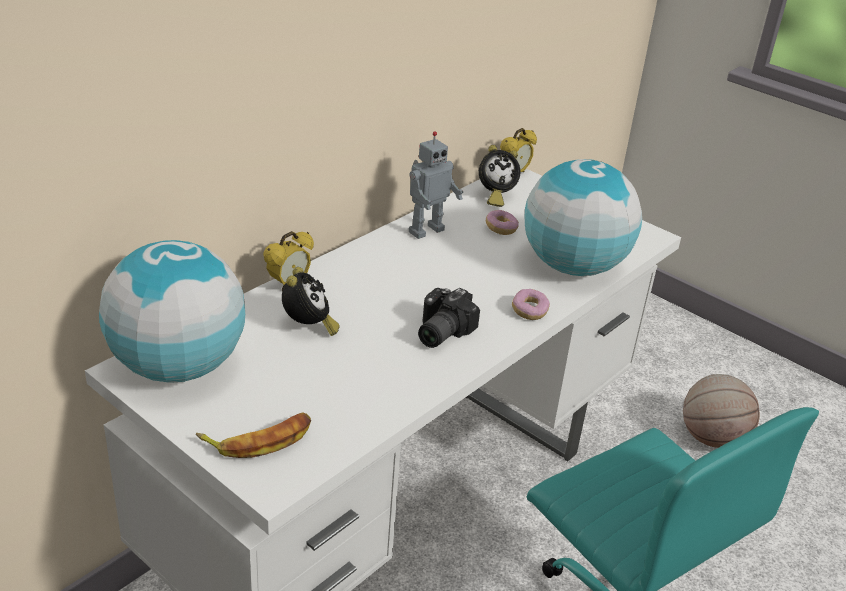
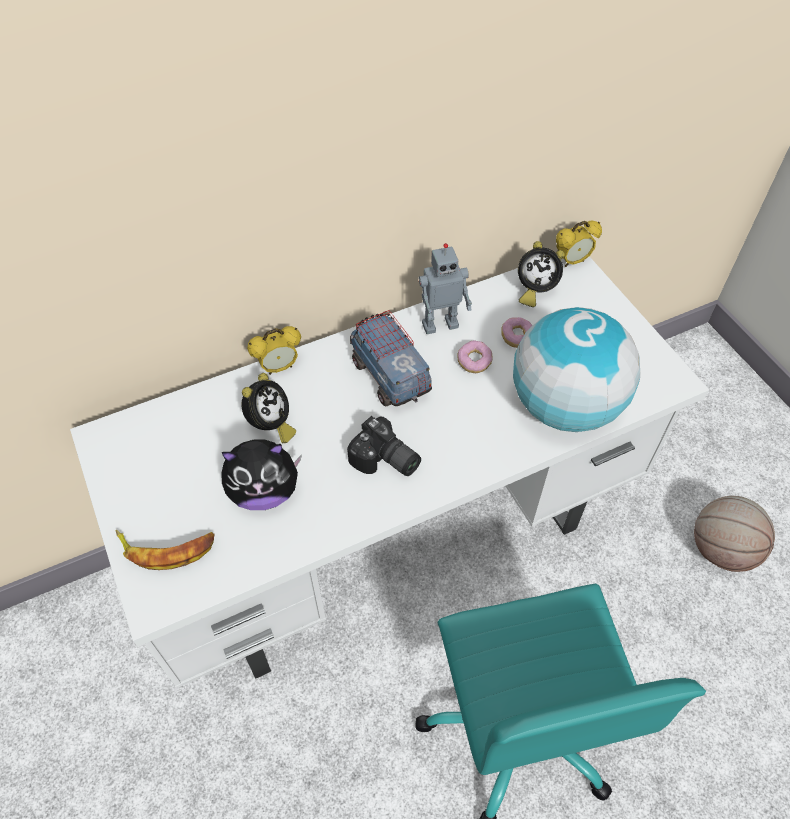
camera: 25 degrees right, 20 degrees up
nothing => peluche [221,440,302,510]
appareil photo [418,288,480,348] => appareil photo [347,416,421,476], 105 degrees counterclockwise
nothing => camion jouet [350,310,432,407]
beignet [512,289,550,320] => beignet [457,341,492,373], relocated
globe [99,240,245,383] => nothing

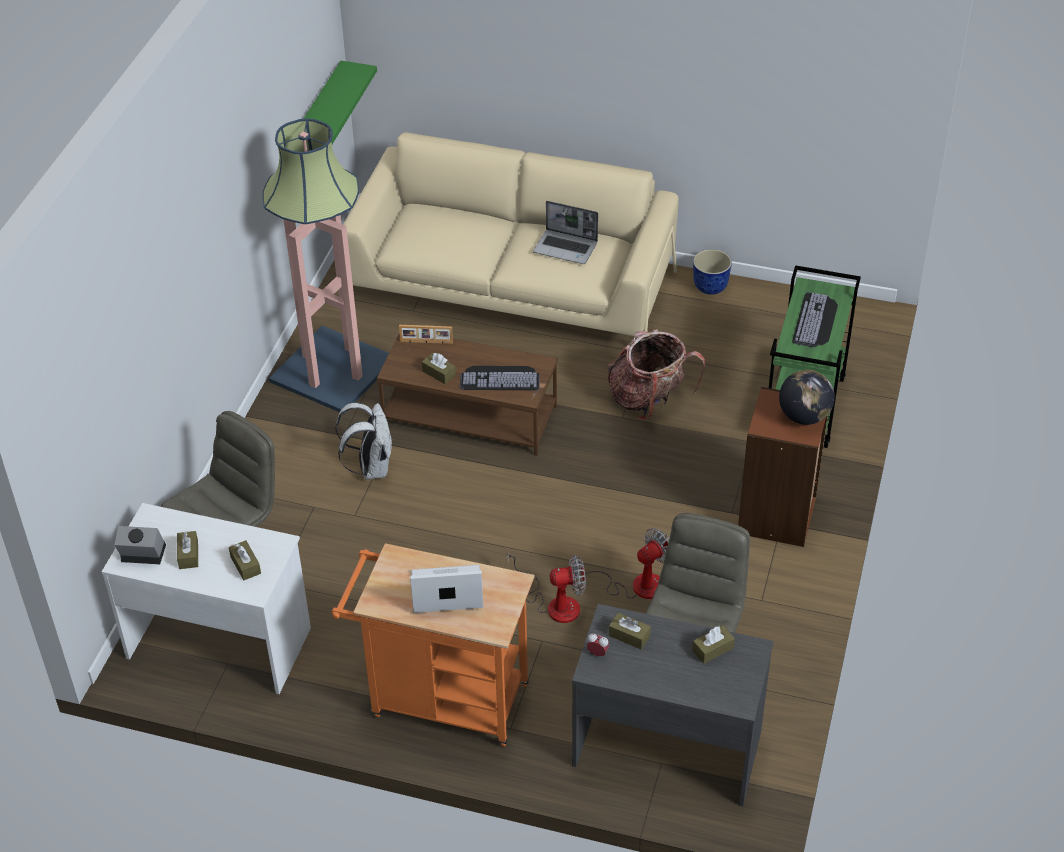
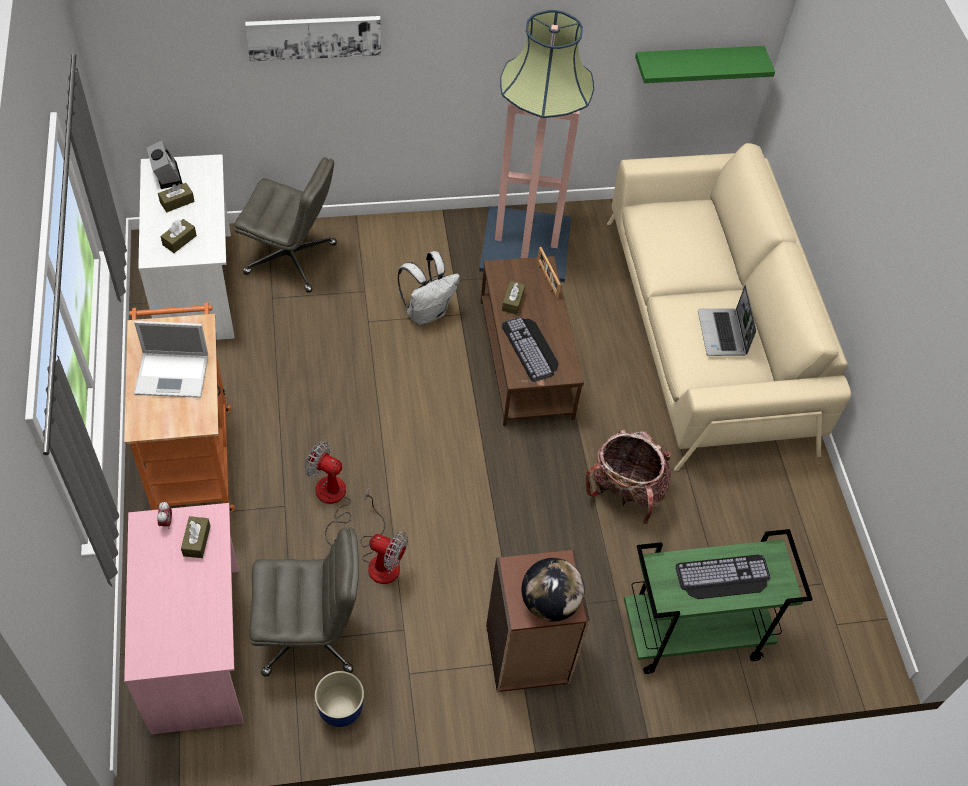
camera: 60 degrees right, 10 degrees up
bureau (gris) [572,604,774,806] => bureau (rose) [124,503,244,734]
ordinateur portable [410,565,483,613] => ordinateur portable [134,321,208,398], 120 degrees clockwise
nothing => tableau [245,16,381,62]
ventilateur [507,548,586,623] => ventilateur [305,441,351,546], 150 degrees clockwise
cache-pot [693,249,732,295] => cache-pot [314,671,364,727], relocated
boîte à mouchoirs (marron) [692,625,735,664] => nothing

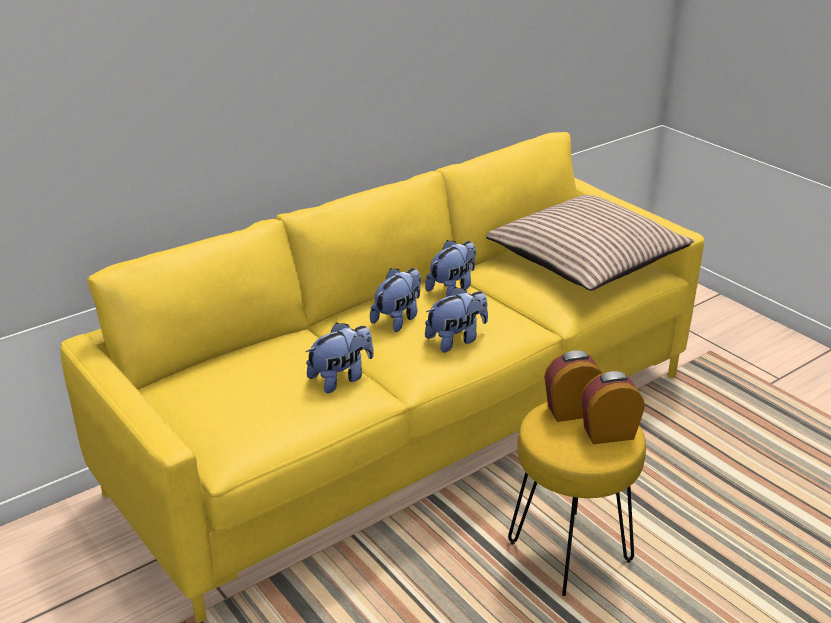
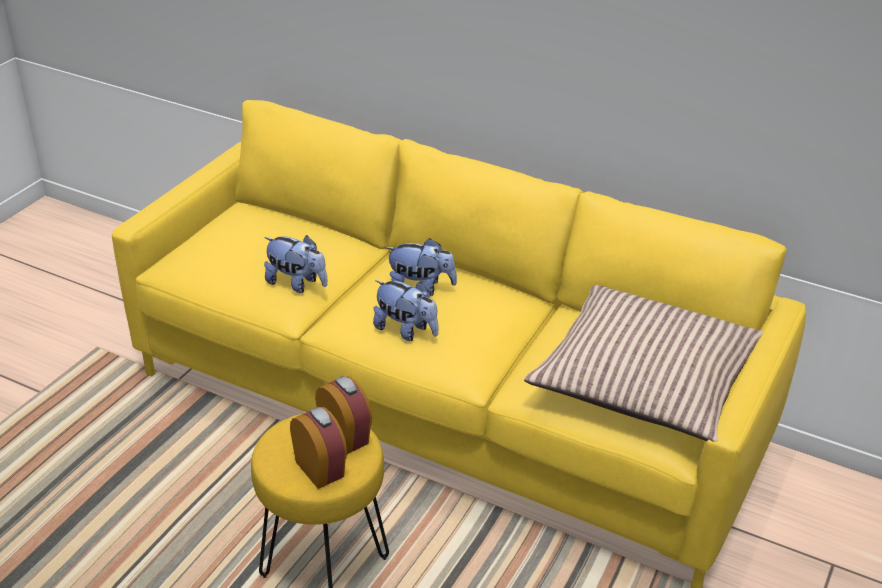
camera: 65 degrees right, 5 degrees up
peluche [425,240,476,297] => nothing

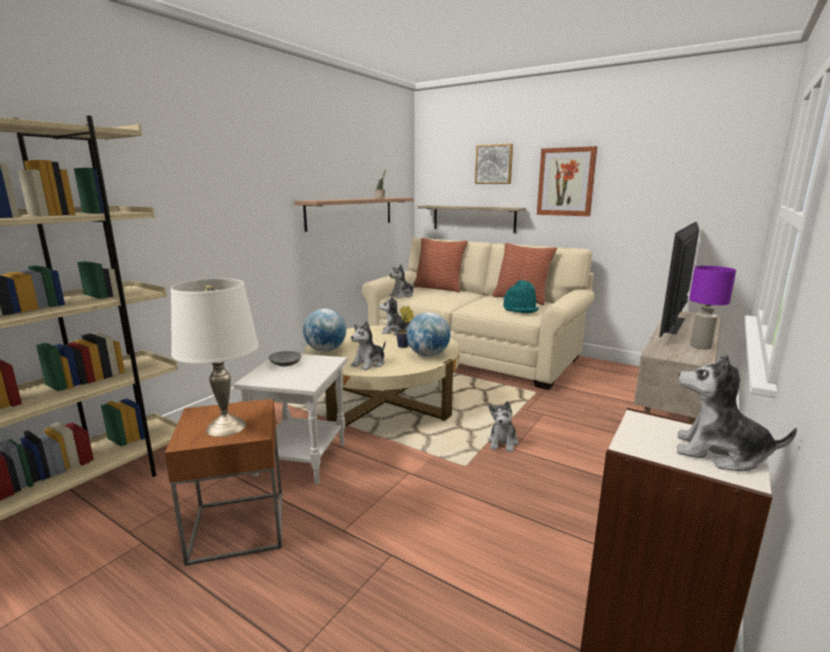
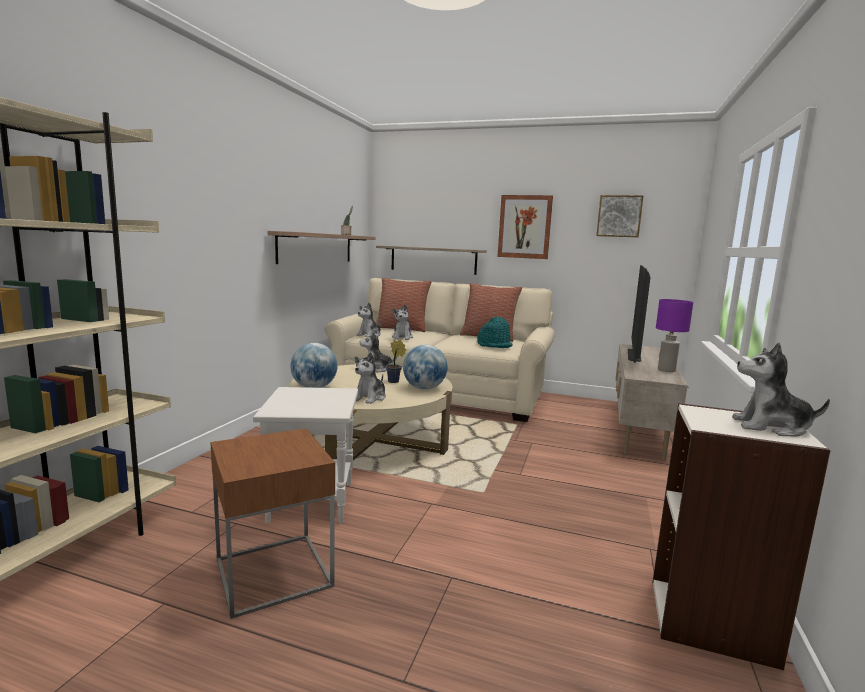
camera: 15 degrees left, 5 degrees down
peluche [488,401,518,452] => peluche [392,304,413,340], relocated
tableau [475,144,513,184] => tableau [596,195,644,237], relocated
lampe de table (blanc) [171,278,259,437] => nothing
bol (gris) [269,351,302,366] => nothing

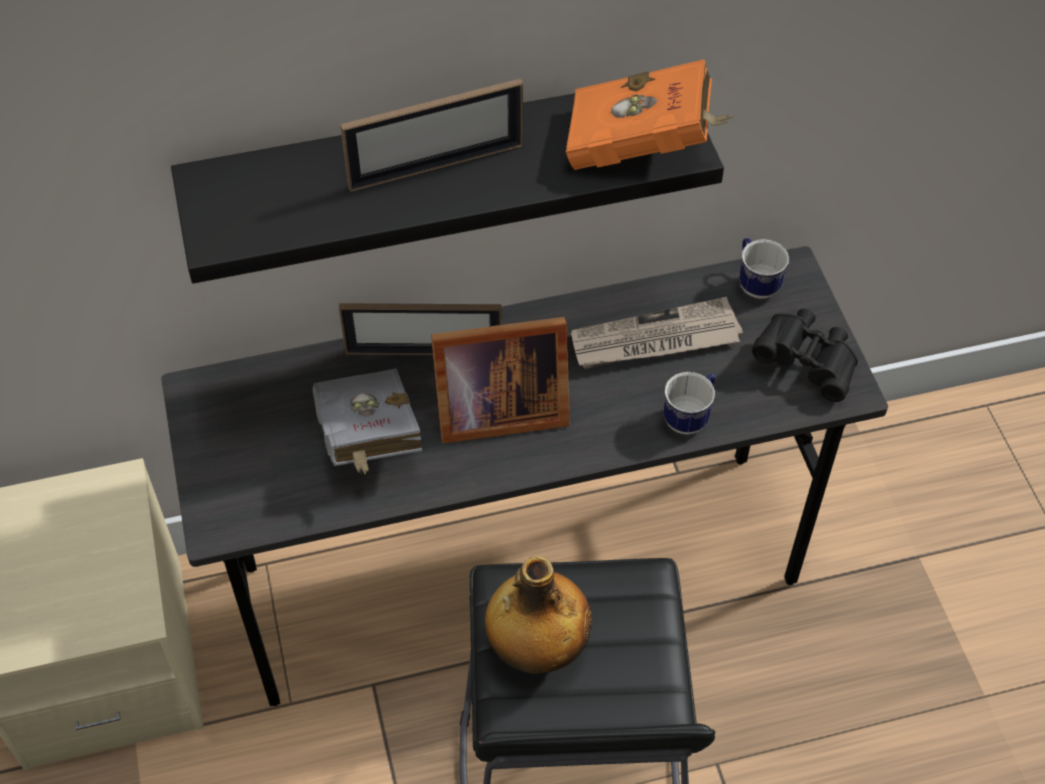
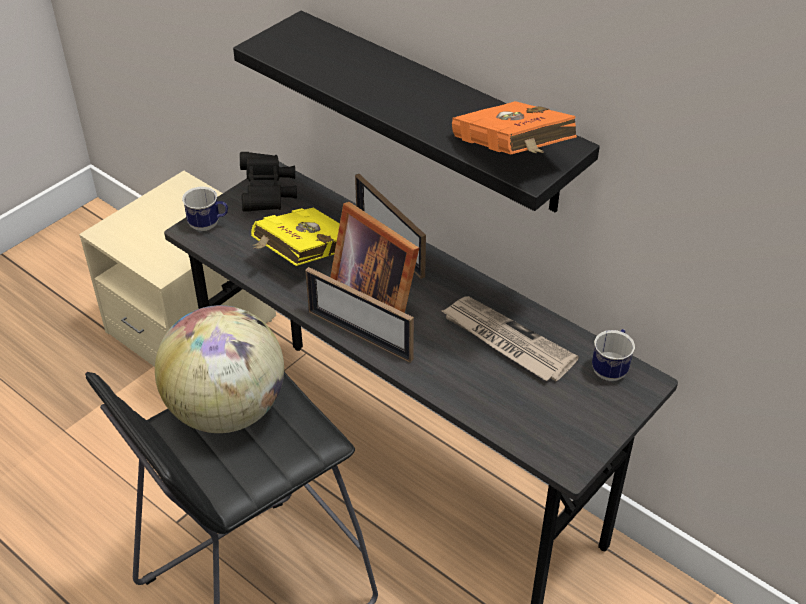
camera: 55 degrees right, 10 degrees down
bouteille [485,556,592,673] => globe [155,305,284,433]
mug [663,372,715,435] => mug [182,186,228,231], relocated
jumelles (noir) [752,309,858,402] => jumelles (noir) [240,152,297,212], relocated
livre (gris) [313,368,422,475] => livre (jaune) [251,208,340,266]
cadre photo [340,79,523,192] => cadre photo [305,267,414,363], relocated

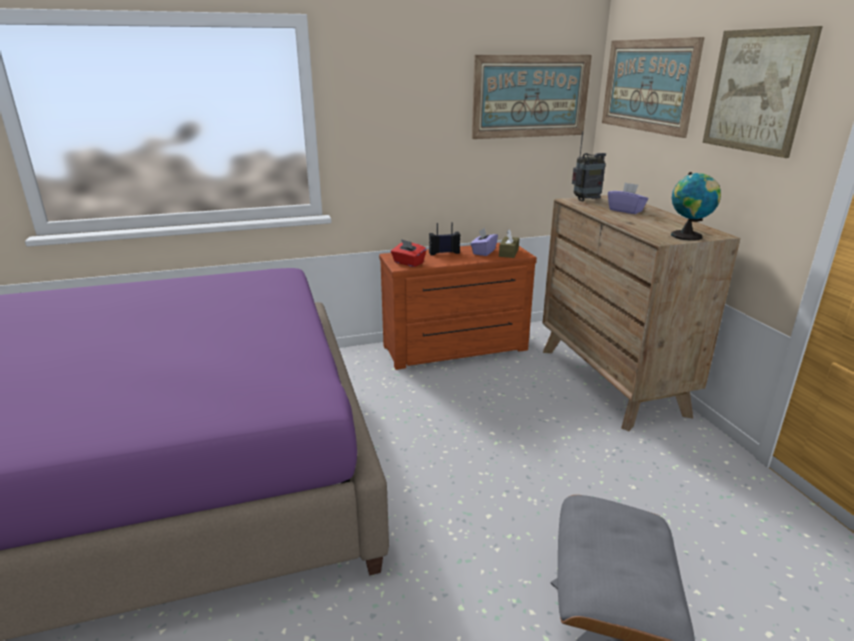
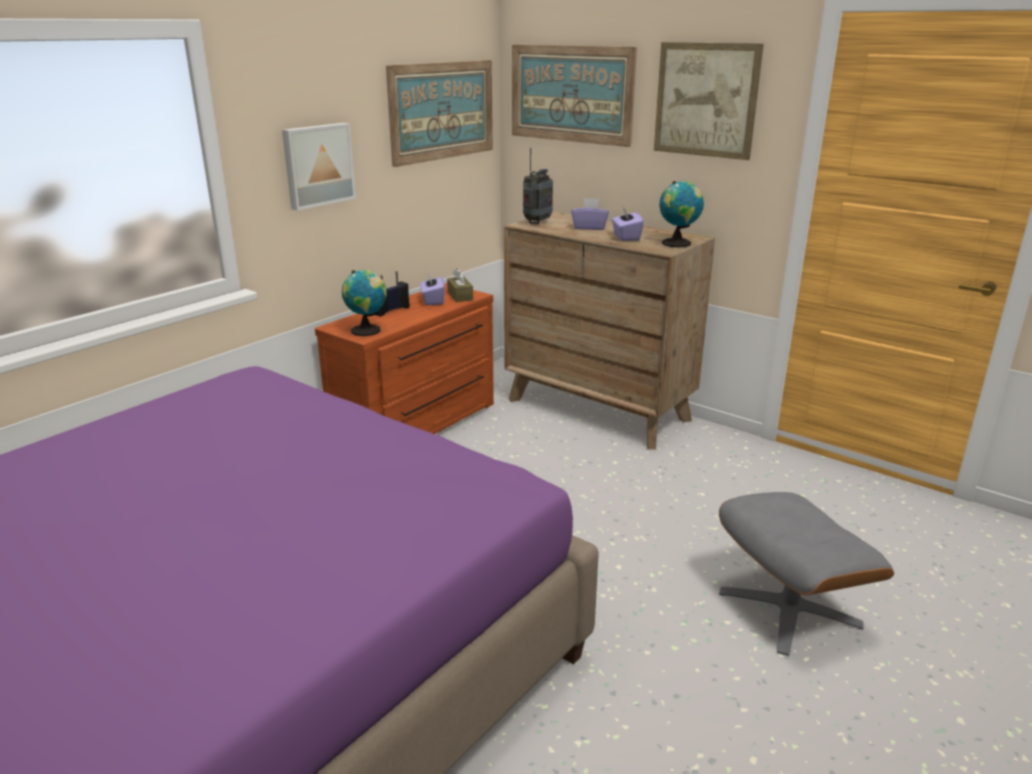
camera: 35 degrees left, 0 degrees up
nothing => tableau [282,123,356,211]
boîte à mouchoirs (rouge) [391,239,426,267] => globe [342,270,387,336]
nothing => boîte à mouchoirs (violet) [612,207,644,241]

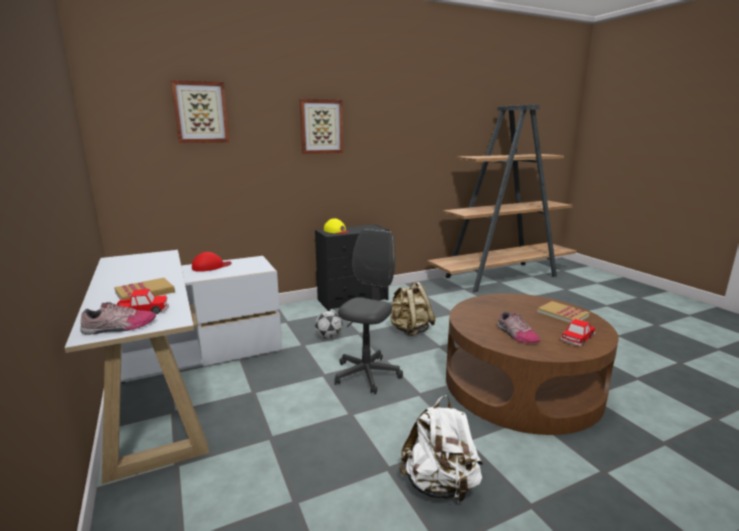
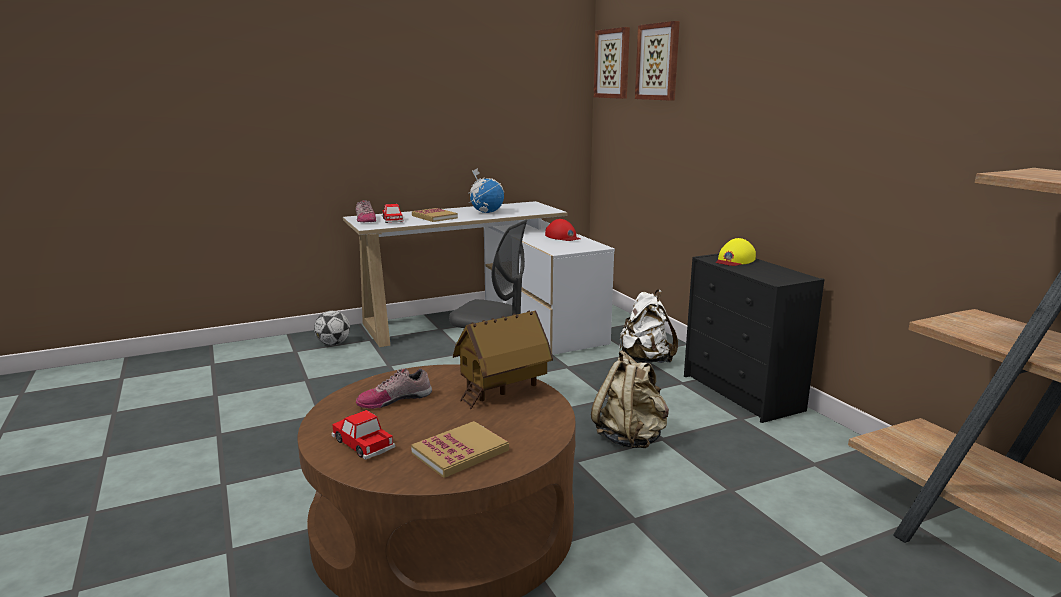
camera: 90 degrees right, 0 degrees up
ballon de foot [315,311,343,339] => ballon de foot [314,311,350,345], relocated
nothing => maison miniature [453,311,553,409]
nothing => globe [468,168,504,213]
tableau [299,99,343,154] => tableau [594,27,630,99], relocated
sac à dos (blanc) [399,395,483,503] => sac à dos (blanc) [619,290,678,363], relocated

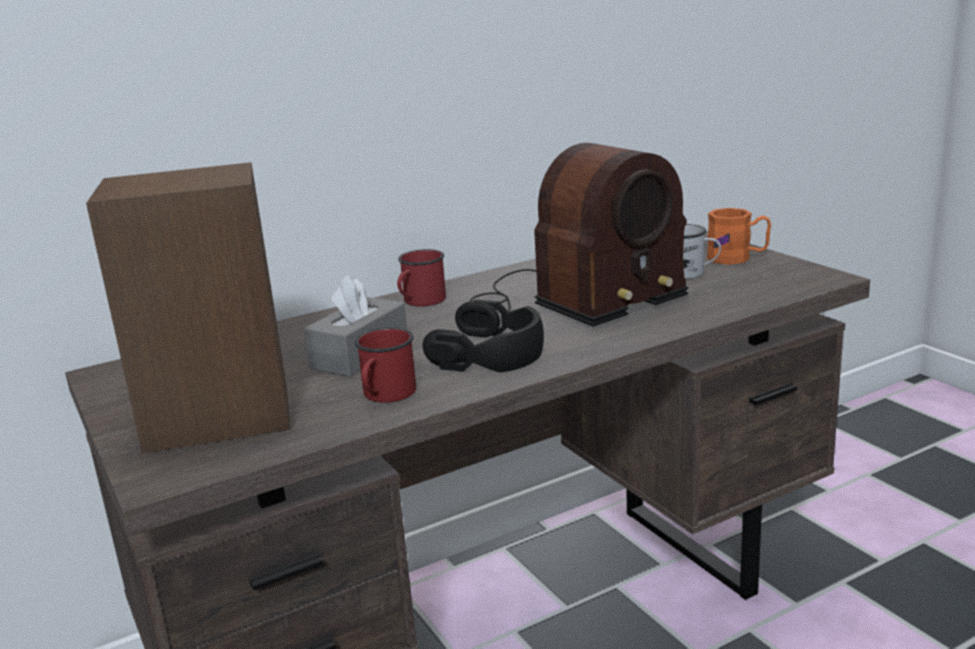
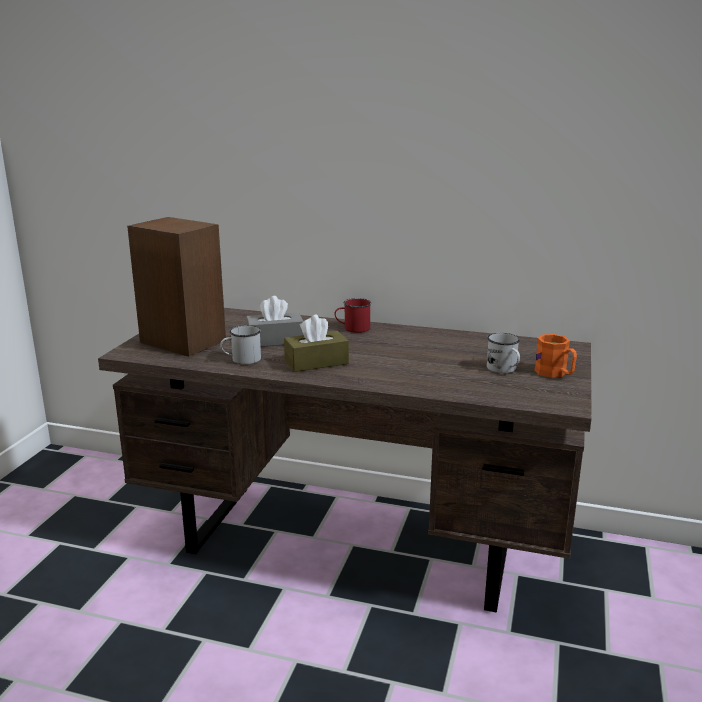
camera: 45 degrees right, 0 degrees up
mug (rouge) [355,328,416,403] => mug (blanc) [220,325,261,364]
casque audio (noir) [422,300,544,372] => boîte à mouchoirs (marron) [284,315,349,372]
radio [470,143,688,327] => nothing

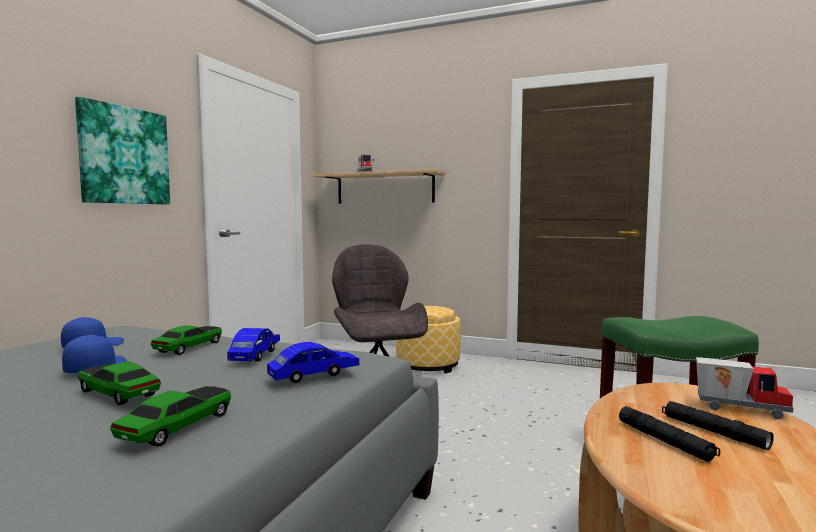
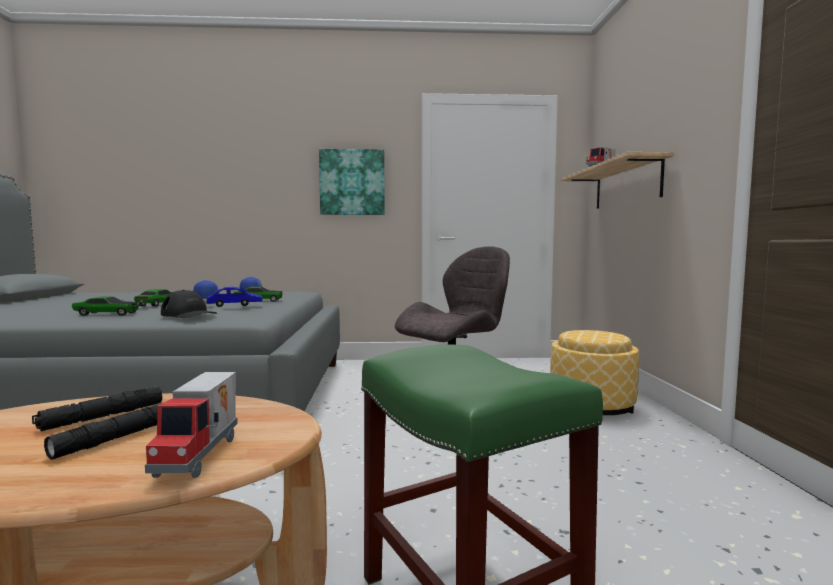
camera: 65 degrees right, 0 degrees up
petite voiture (bleu) [267,342,359,383] => casquette (noir) [161,290,217,318]

